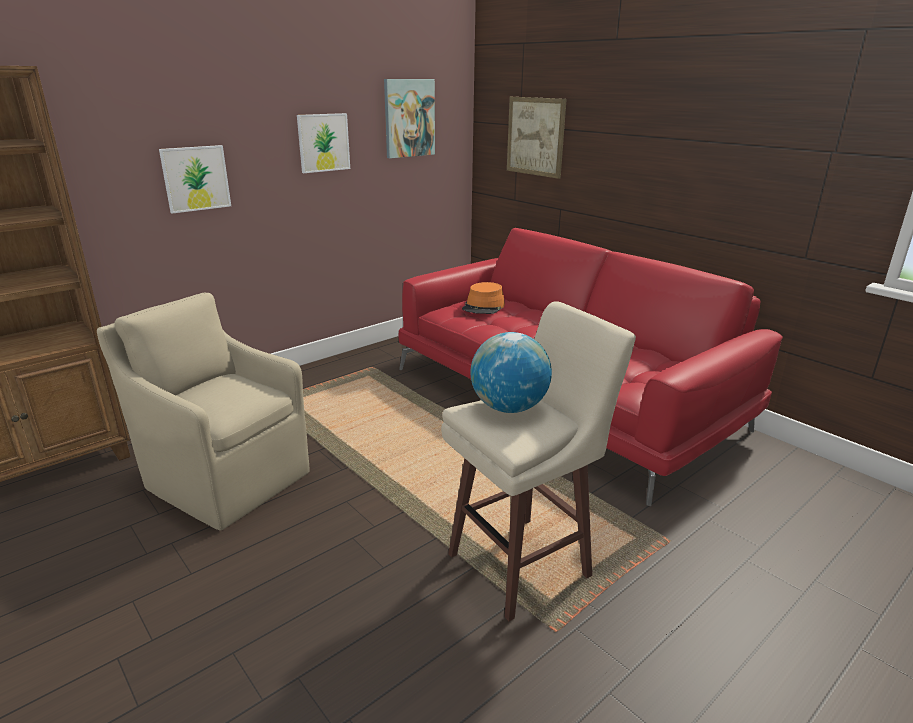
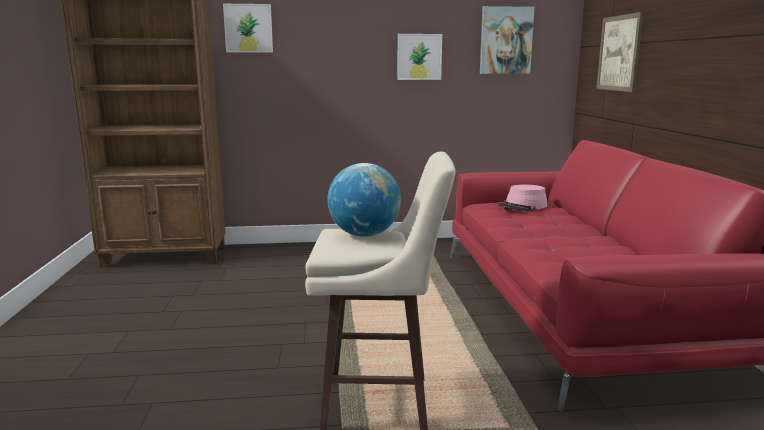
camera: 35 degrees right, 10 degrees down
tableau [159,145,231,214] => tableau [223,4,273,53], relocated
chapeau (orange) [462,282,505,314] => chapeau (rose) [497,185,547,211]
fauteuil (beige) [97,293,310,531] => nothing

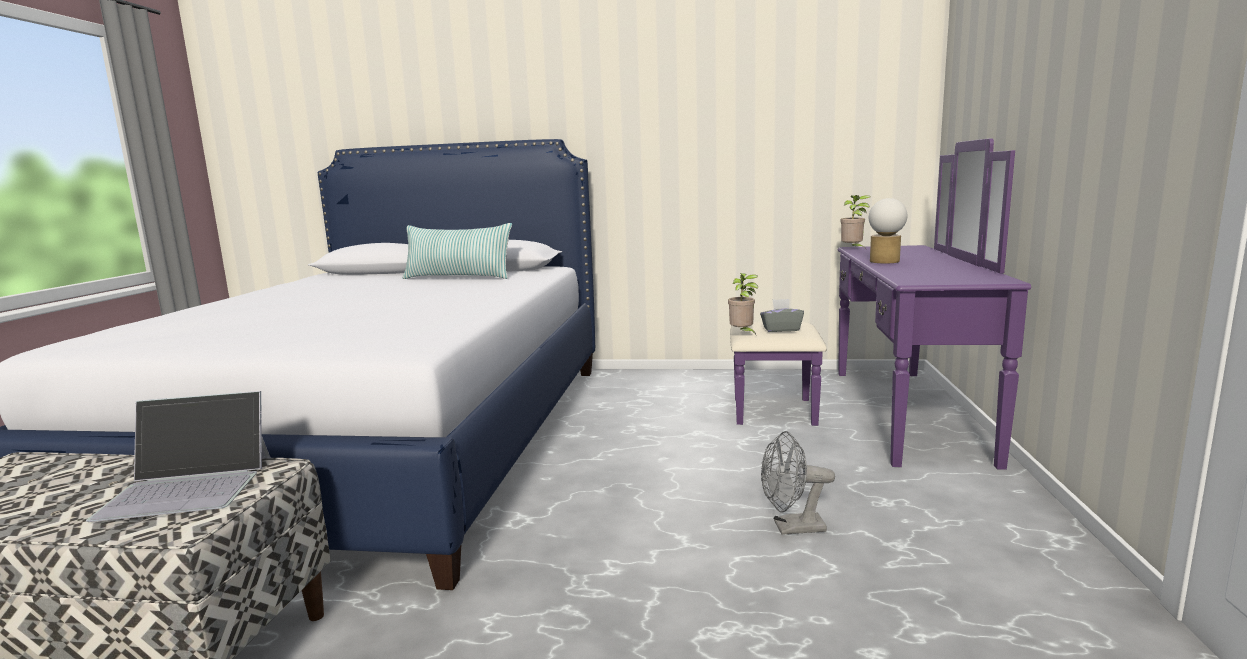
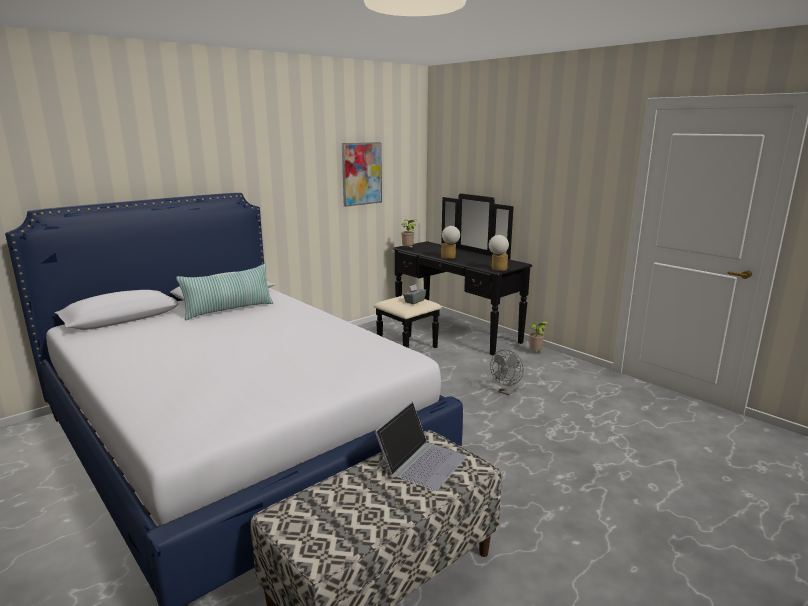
camera: 50 degrees left, 5 degrees up
nothing => tableau [342,142,382,207]
commode (violet) [730,138,1031,470] => commode (noir) [374,194,532,355]
nothing => lampe de table [489,235,509,271]
plante en pot [728,273,758,335] => plante en pot [529,321,548,352], relocated

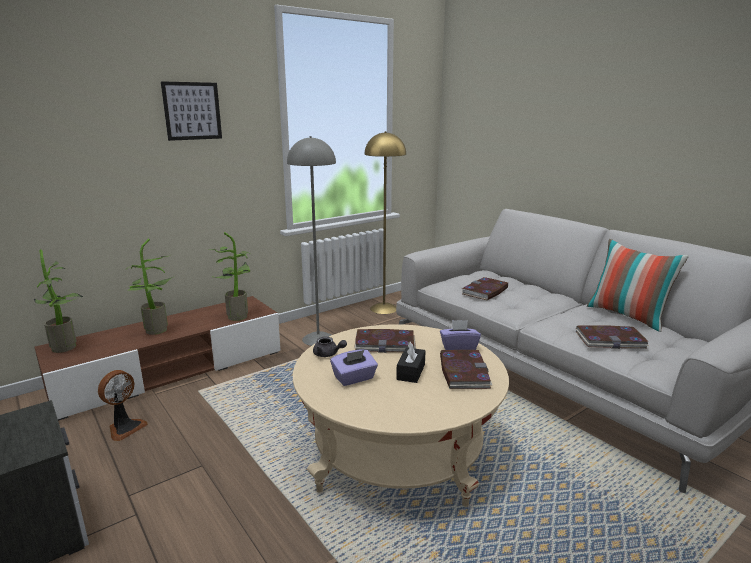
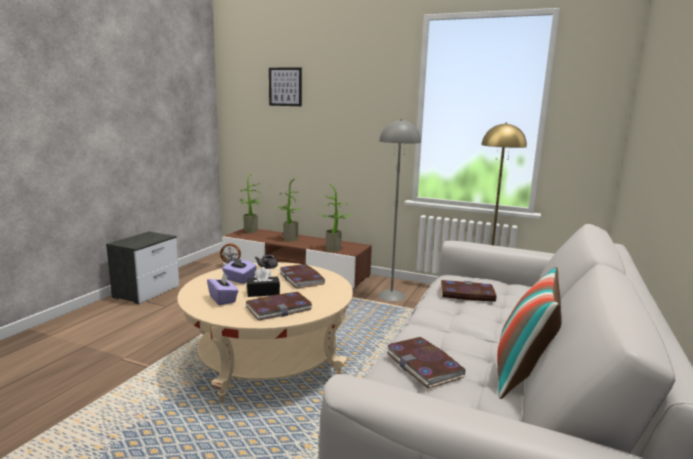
camera: 60 degrees right, 5 degrees down
boîte à mouchoirs (violet) [440,320,481,350] => boîte à mouchoirs (violet) [207,273,238,305], relocated
tableau [161,81,222,141] => tableau [269,67,302,106], relocated

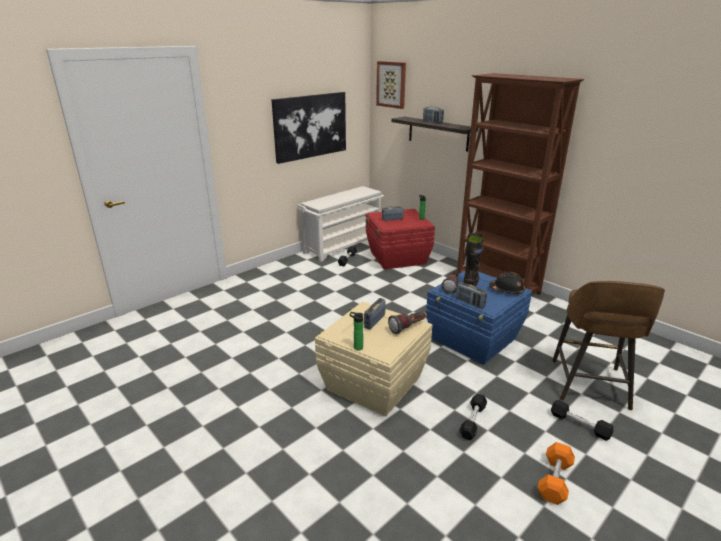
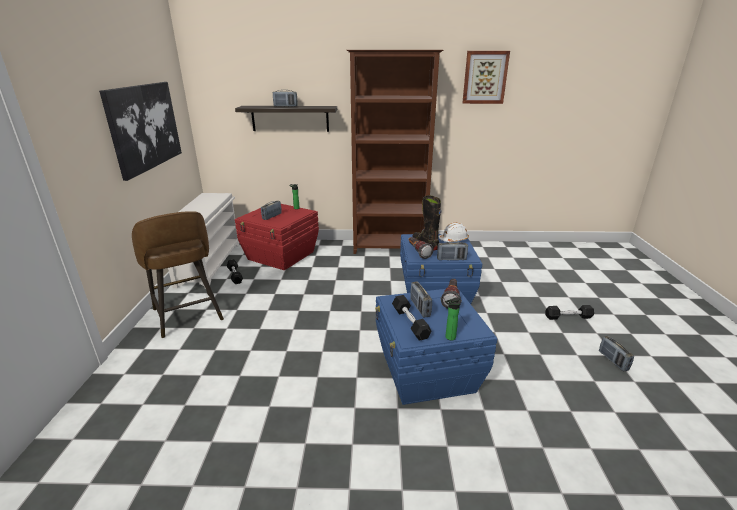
camera: 45 degrees left, 0 degrees up
tabouret (marron) [552,281,665,410] => tabouret (marron) [132,211,224,338], relocated
boîte de rangement (beige) [315,302,432,417] => boîte de rangement (bleu) [375,288,497,405]
haltère (noir) [459,393,487,440] => haltère (noir) [392,295,431,341], relocated
casque de chantier (noir) [489,271,525,294] => casque de chantier (blanc) [439,222,469,242]
tableau [376,61,406,109] => tableau [462,51,510,104], relocated
haltère (orange) [537,442,575,505] => radio [599,336,634,371]

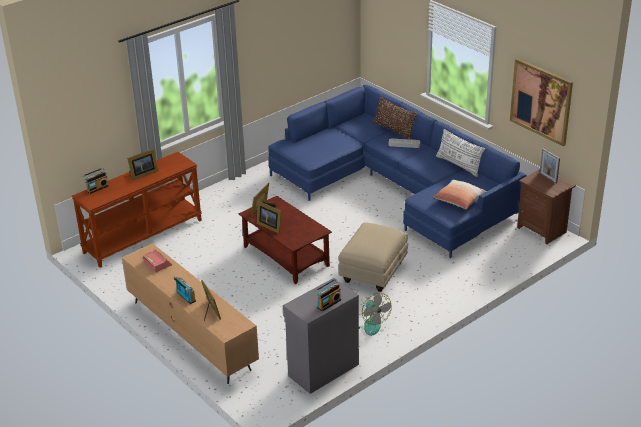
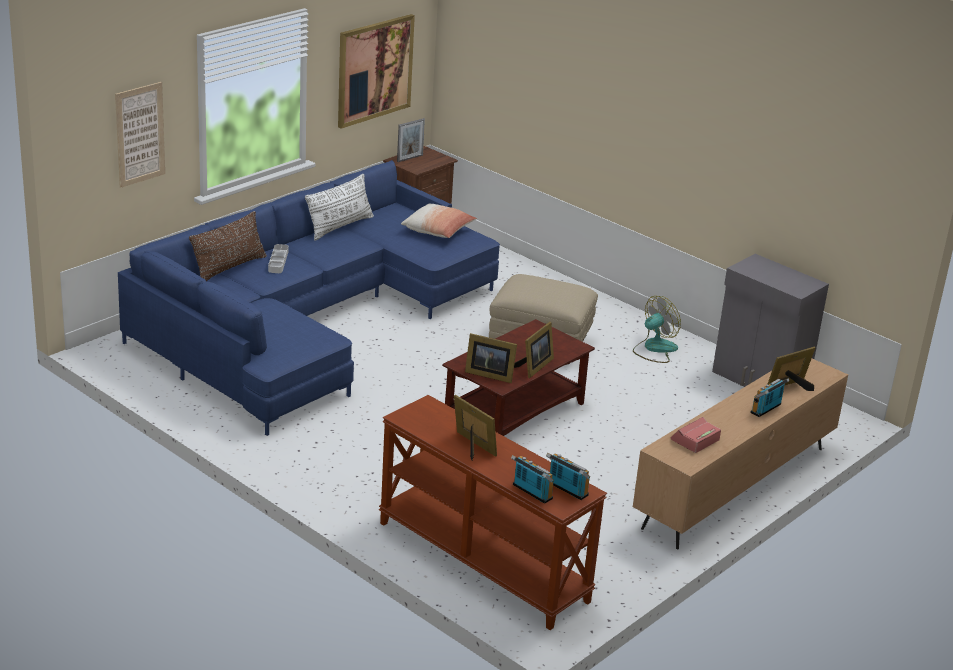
camera: 100 degrees left, 5 degrees down
nothing => tableau [115,82,165,188]
radio [314,279,341,311] => radio [546,453,590,500], relocated

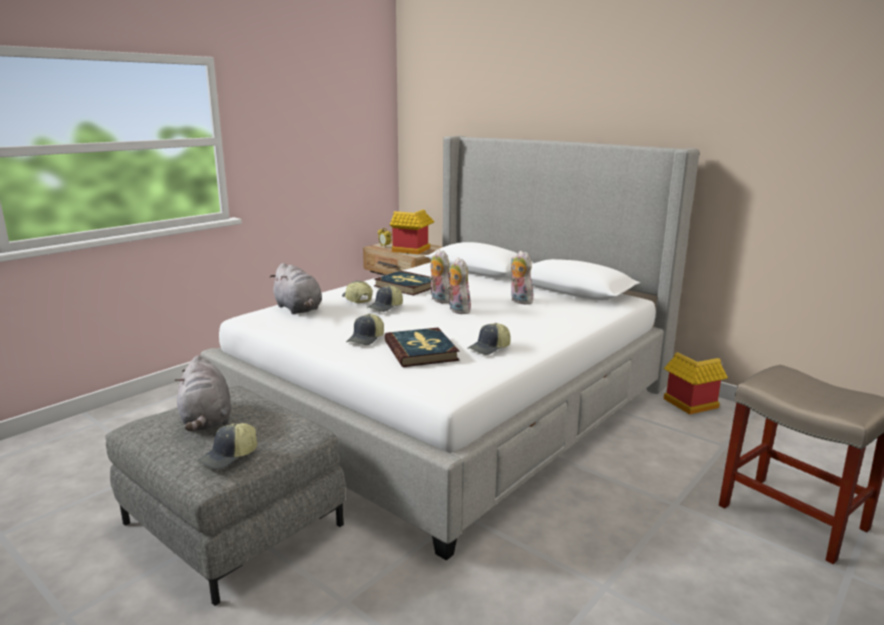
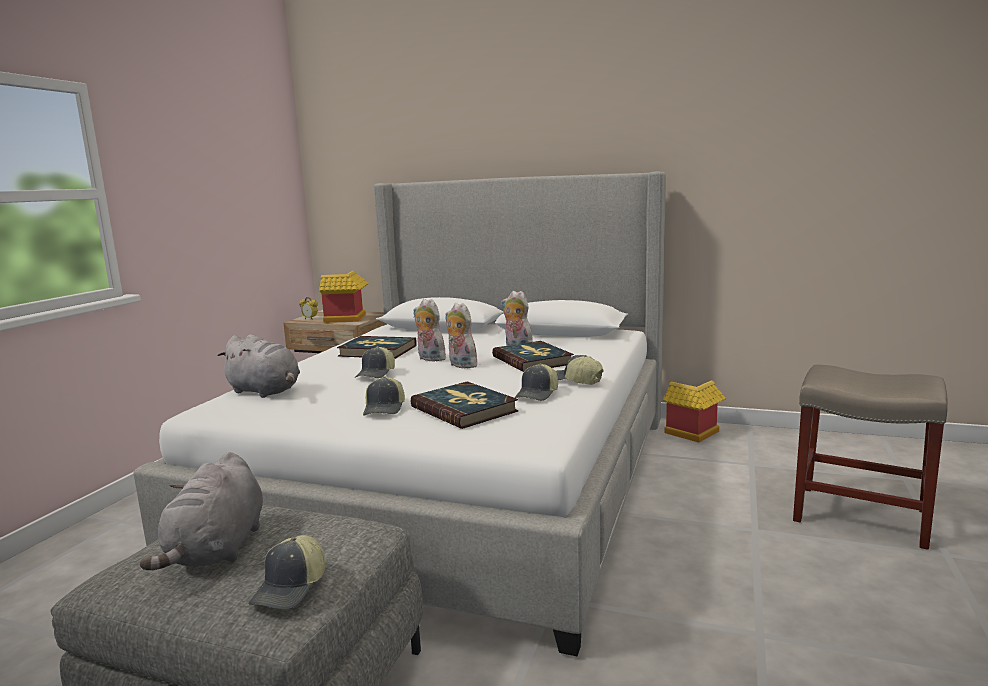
camera: 20 degrees left, 5 degrees down
peluche (gris) [175,355,231,431] => peluche (gris) [140,452,263,570], 45 degrees clockwise
nothing => livre [492,341,574,372]
casquette [342,281,373,303] => casquette [556,355,604,385], relocated

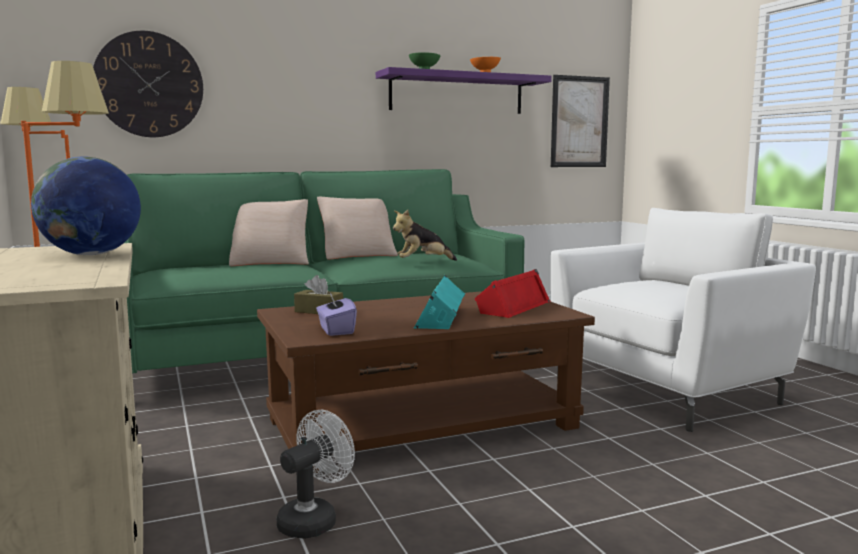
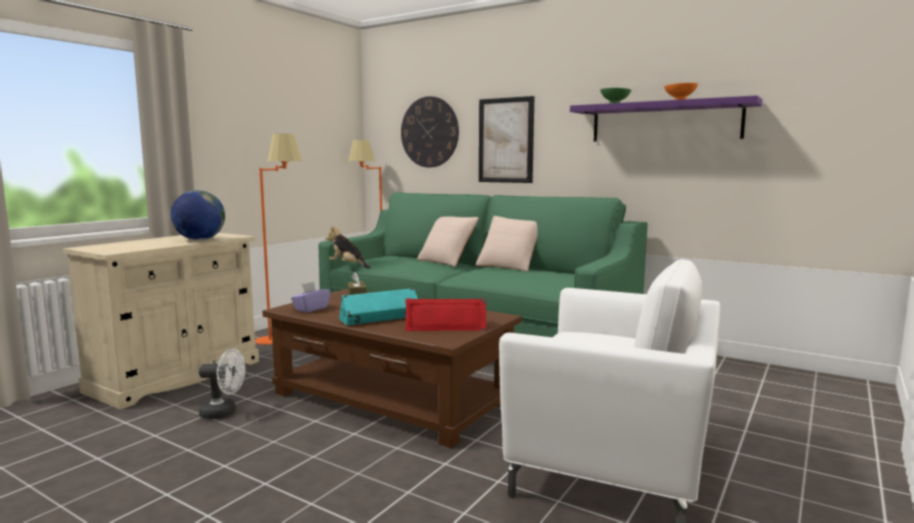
camera: 55 degrees right, 0 degrees up
peluche [393,210,457,261] => peluche [325,226,371,269], relocated
tableau [551,75,610,167] => tableau [479,96,534,183], relocated

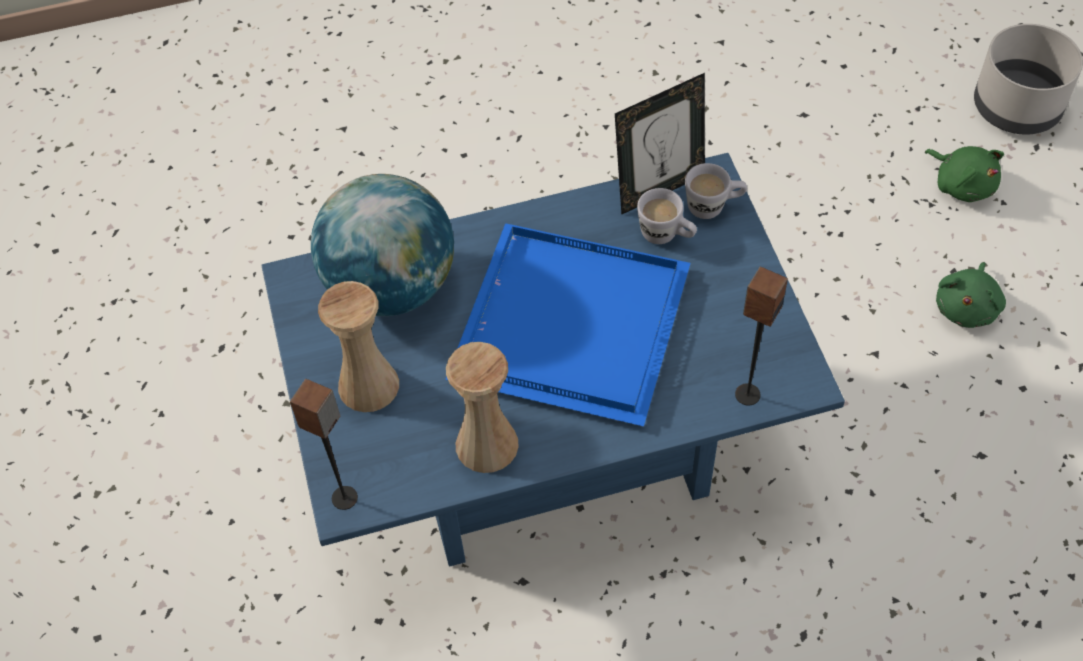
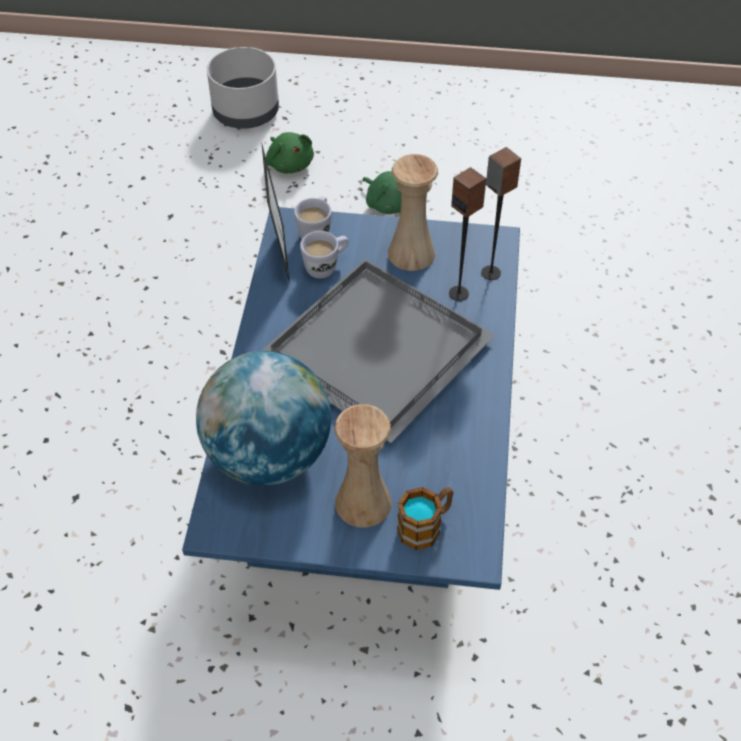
camera: 70 degrees left, 5 degrees down
plateau (bleu) [445,223,691,427] => plateau (gris) [261,259,495,443]
peluche (vert) [925,146,1004,202] => peluche (vert) [266,132,314,174], 75 degrees clockwise
vase (beige) [446,342,519,473] => vase (beige) [388,154,438,271], relocated
nothing => mug [397,487,454,550]
enceinte [290,379,358,510] => enceinte [449,167,486,301], relocated

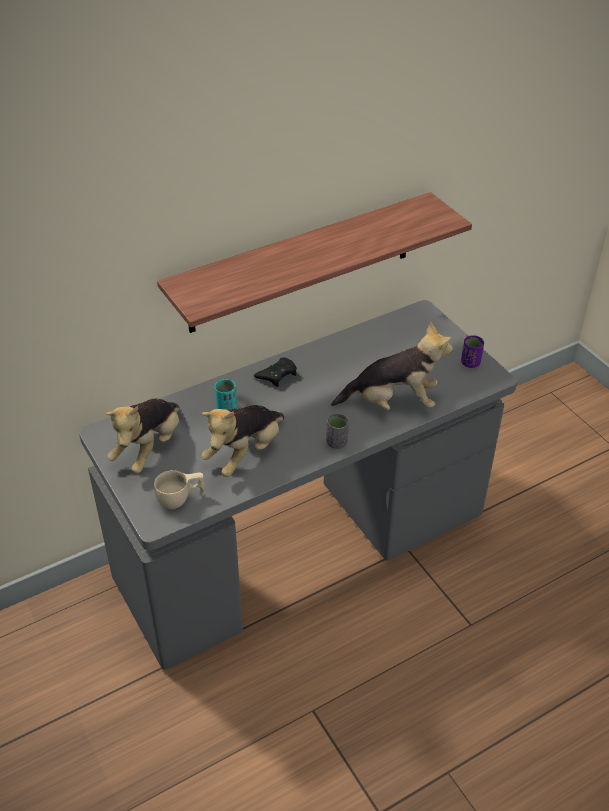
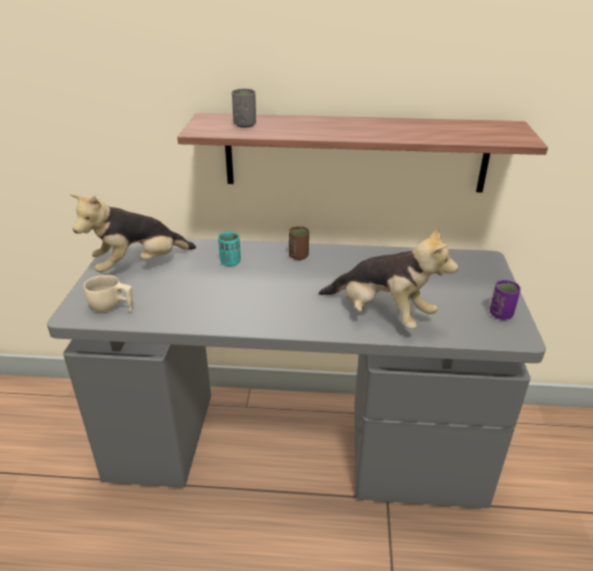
camera: 35 degrees right, 10 degrees down
tasse (gris) [326,413,349,449] => tasse (gris) [232,89,256,128], relocated
manette (noir) [254,357,297,387] => tasse (marron) [289,226,309,260]
peluche [202,405,284,477] => nothing

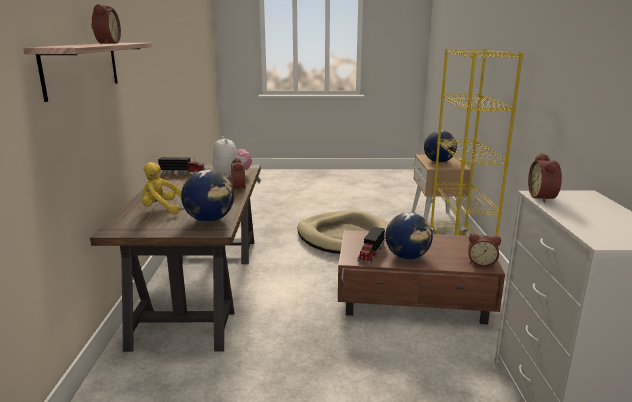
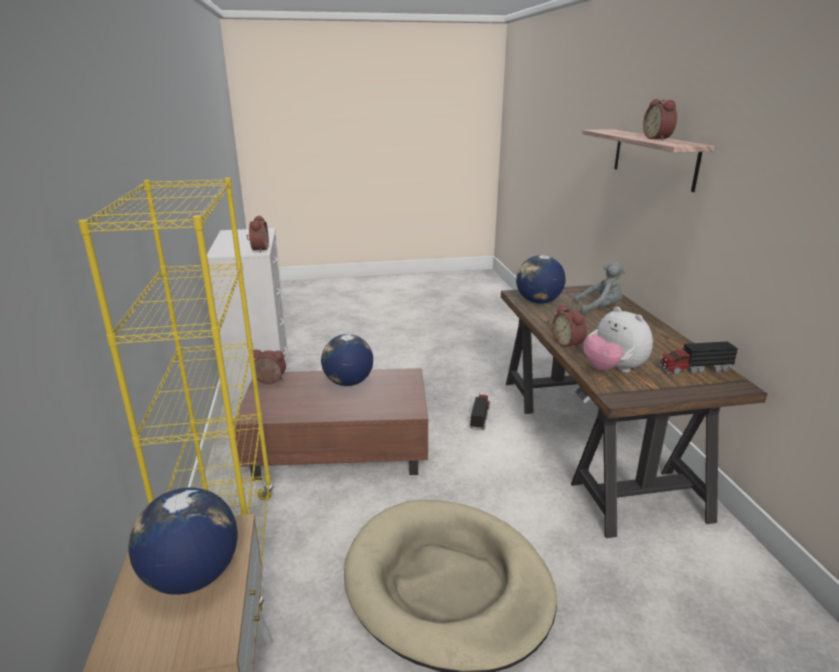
camera: 170 degrees right, 5 degrees up
camion jouet [357,227,385,263] => camion jouet [470,395,490,430], relocated
peluche (jaune) [142,162,182,215] => peluche (gris) [574,262,626,315]

